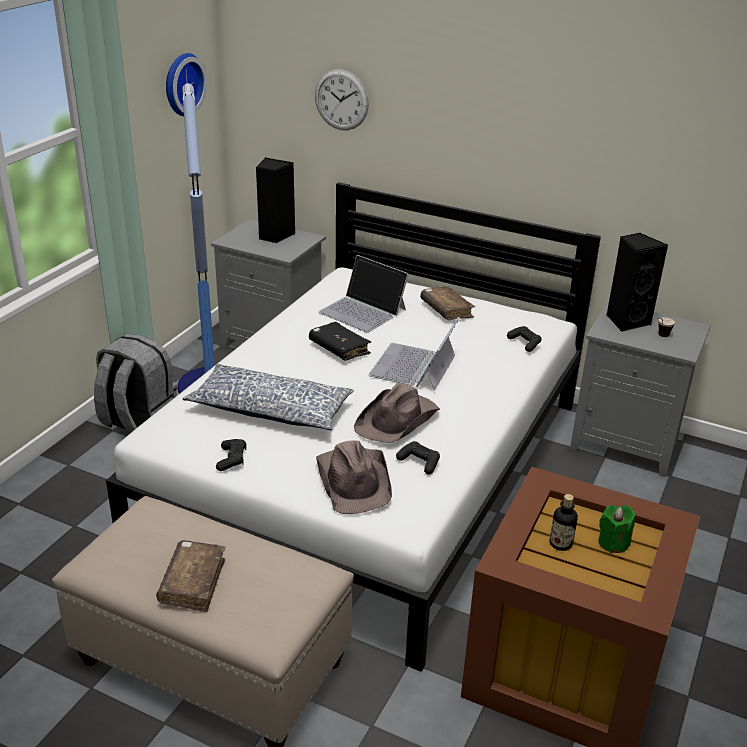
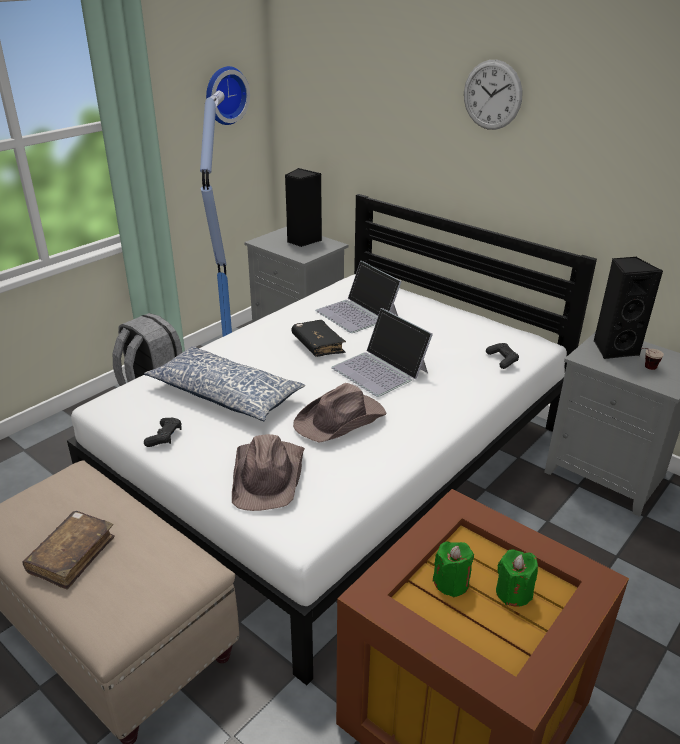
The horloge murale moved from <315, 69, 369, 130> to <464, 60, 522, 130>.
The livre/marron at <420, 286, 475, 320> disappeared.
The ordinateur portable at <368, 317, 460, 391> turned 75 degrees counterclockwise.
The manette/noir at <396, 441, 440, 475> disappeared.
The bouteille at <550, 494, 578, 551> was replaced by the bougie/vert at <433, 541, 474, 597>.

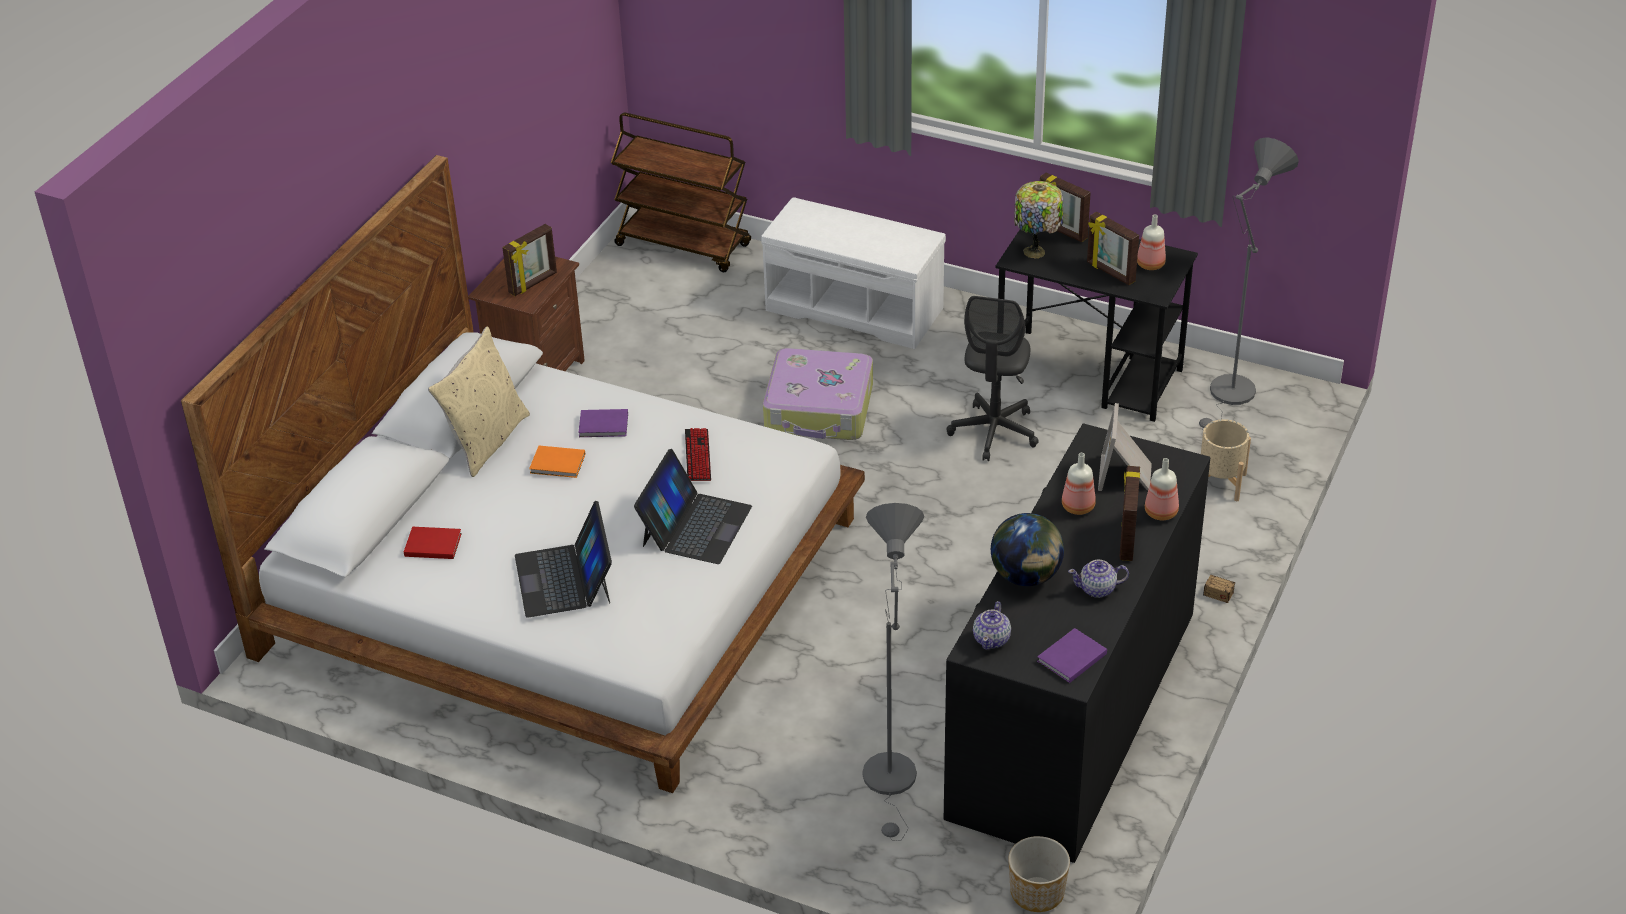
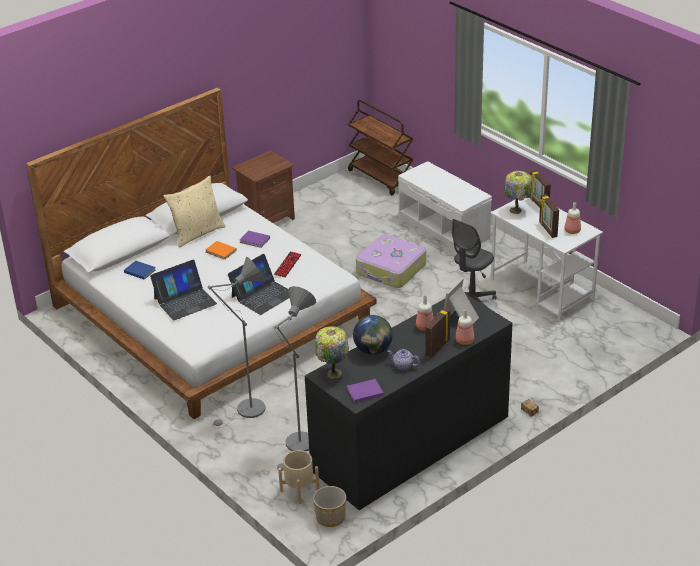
The lampadaire/gris moved from <1199, 137, 1299, 430> to <208, 257, 265, 428>.
The cadre photo at <502, 224, 557, 296> disappeared.
The bureau/noir at <995, 227, 1198, 422> became the bureau/blanc at <491, 197, 603, 321>.
The cache-pot/beige moved from <1201, 419, 1251, 501> to <278, 450, 319, 504>.
The ordinateur portable at <515, 501, 612, 618> turned 135 degrees counterclockwise.
The livre/rouge at <404, 527, 462, 559> became the livre/bleu at <124, 261, 156, 280>.
The théière at <973, 601, 1011, 650> was replaced by the lampe de table at <315, 326, 349, 379>.

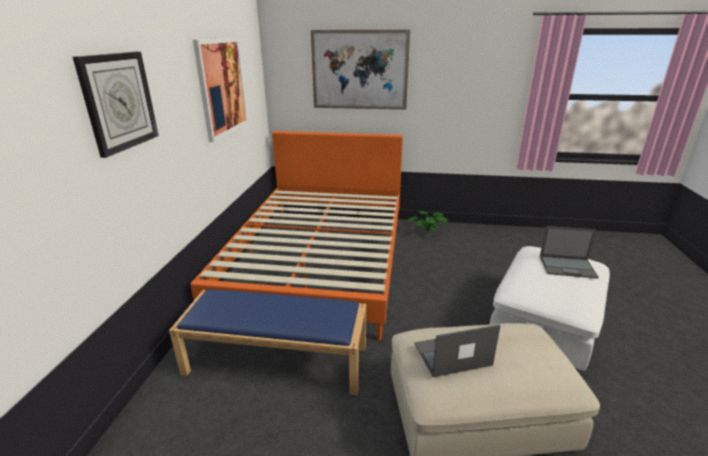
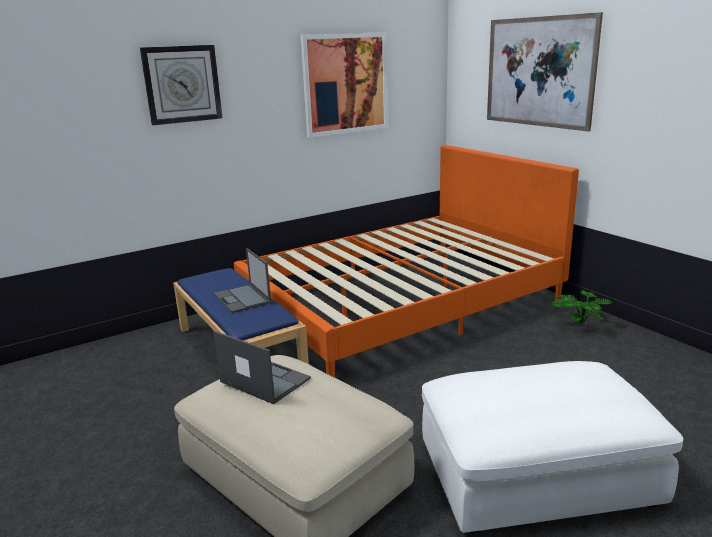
The ordinateur portable moved from <540, 226, 599, 279> to <214, 248, 271, 313>.

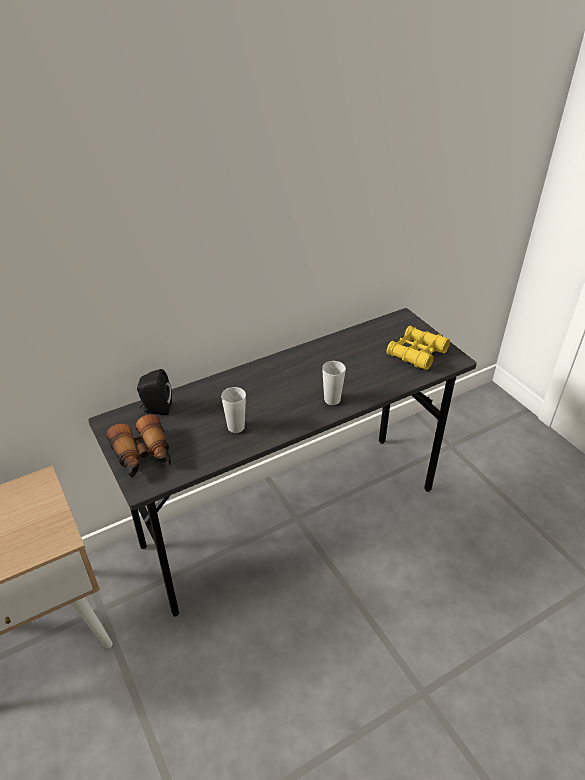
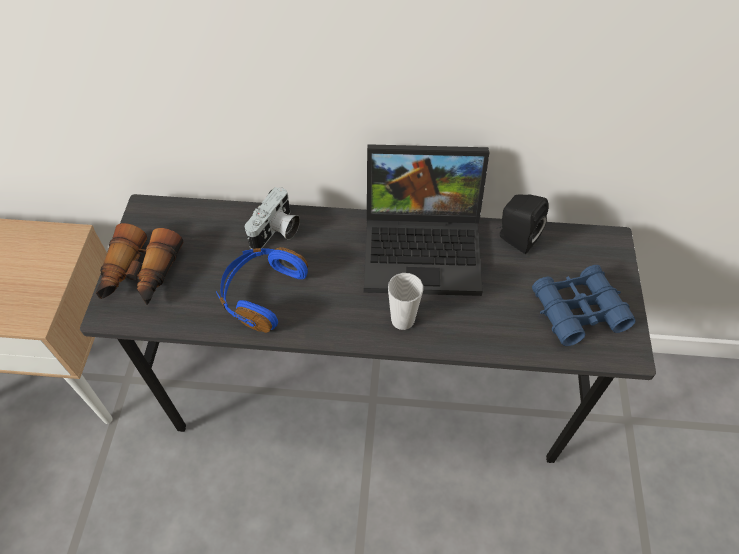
The jumelles/jaune at <386, 326, 450, 370> became the jumelles/bleu at <532, 265, 635, 346>.
The enceinte/noir moved from <137, 369, 172, 415> to <497, 194, 549, 254>.
The tasse at <221, 387, 246, 433> was replaced by the casque audio/bleu at <216, 247, 308, 333>.
The ordinateur portable at <364, 144, 490, 296> appeared.
The appareil photo at <245, 187, 300, 249> appeared.

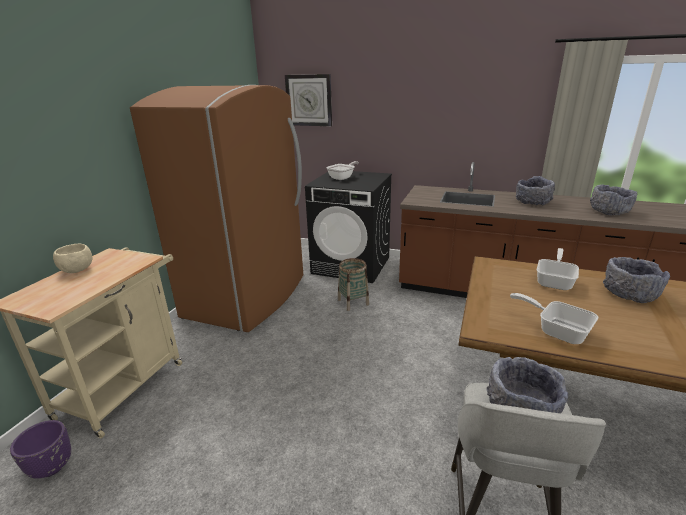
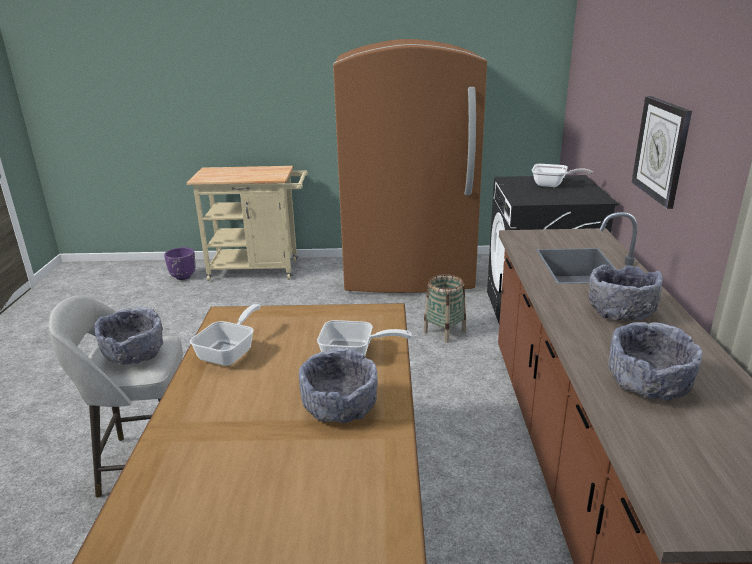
The horloge murale moved from <285, 74, 332, 126> to <632, 96, 692, 209>.
The bol/beige at <53, 244, 93, 273> disappeared.

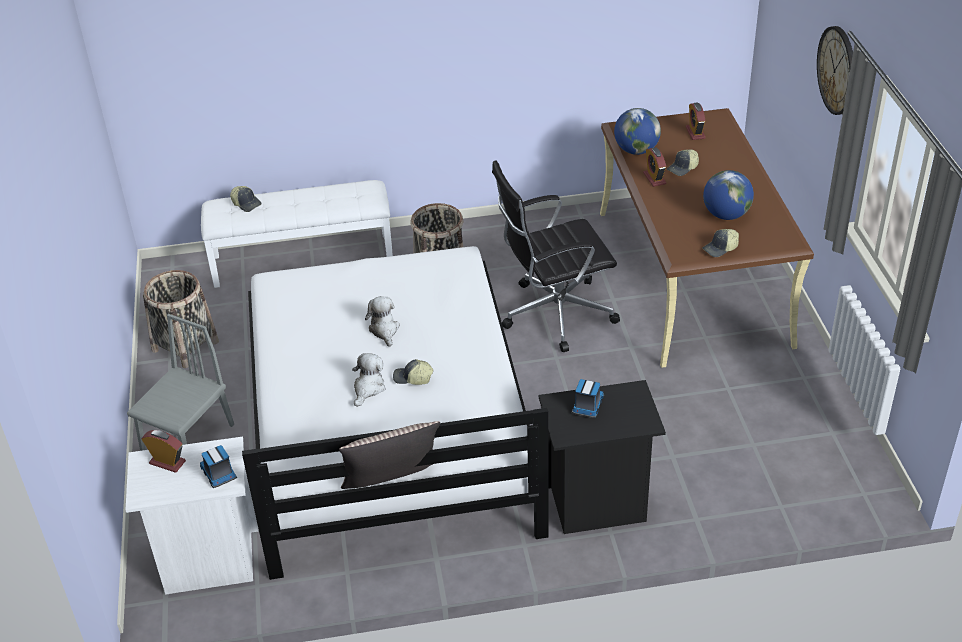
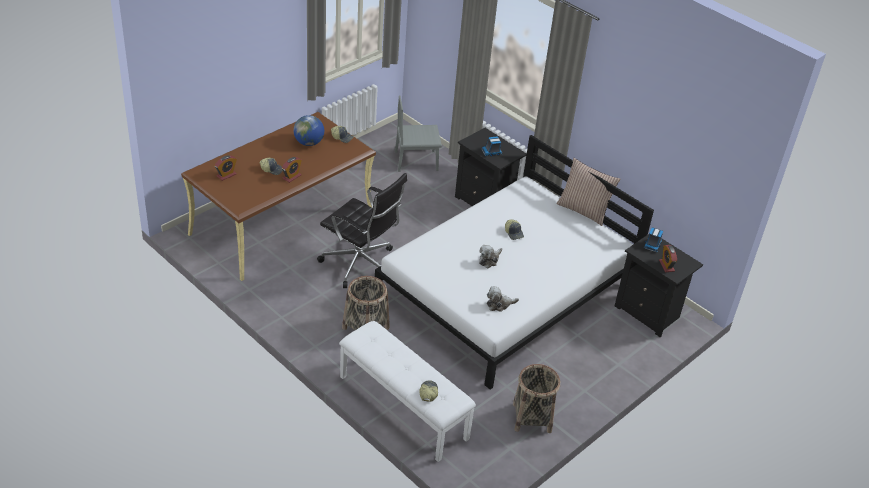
The horloge murale at <817, 26, 853, 115> disappeared.
The globe at <614, 108, 661, 155> disappeared.
The chaise/gris moved from <127, 314, 234, 451> to <395, 96, 442, 172>.
The peluche moved from <352, 353, 386, 407> to <487, 286, 519, 312>.
The table de chevet/blanc at <126, 436, 259, 595> became the table de chevet/noir at <615, 234, 703, 337>.

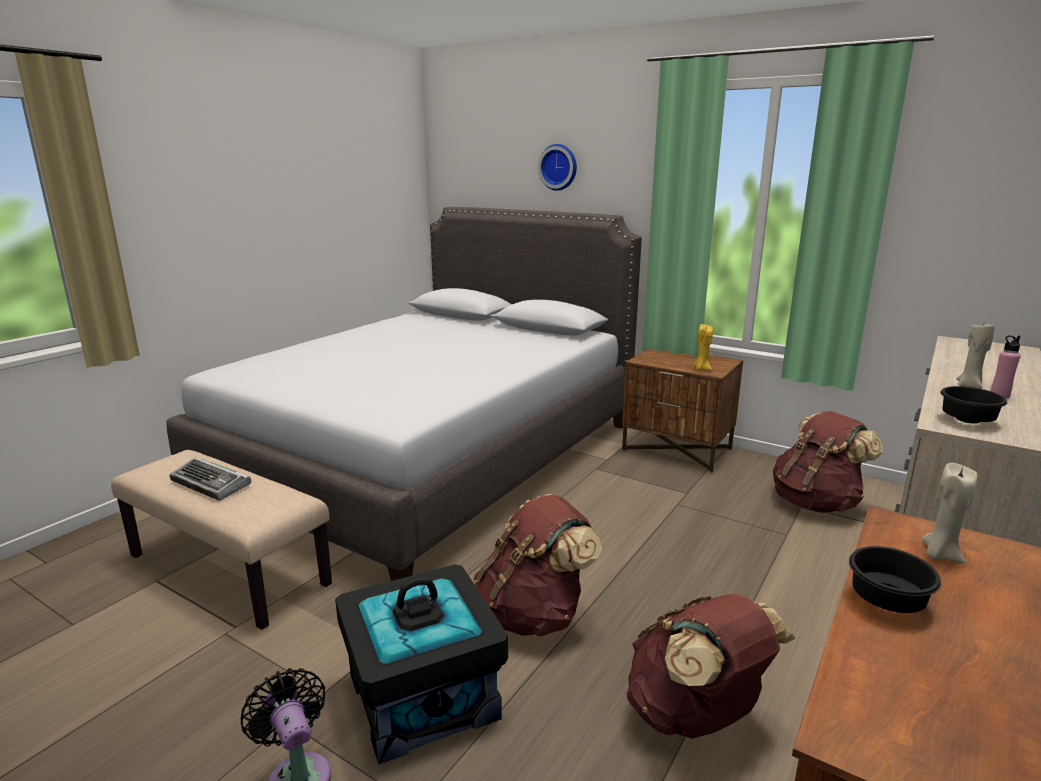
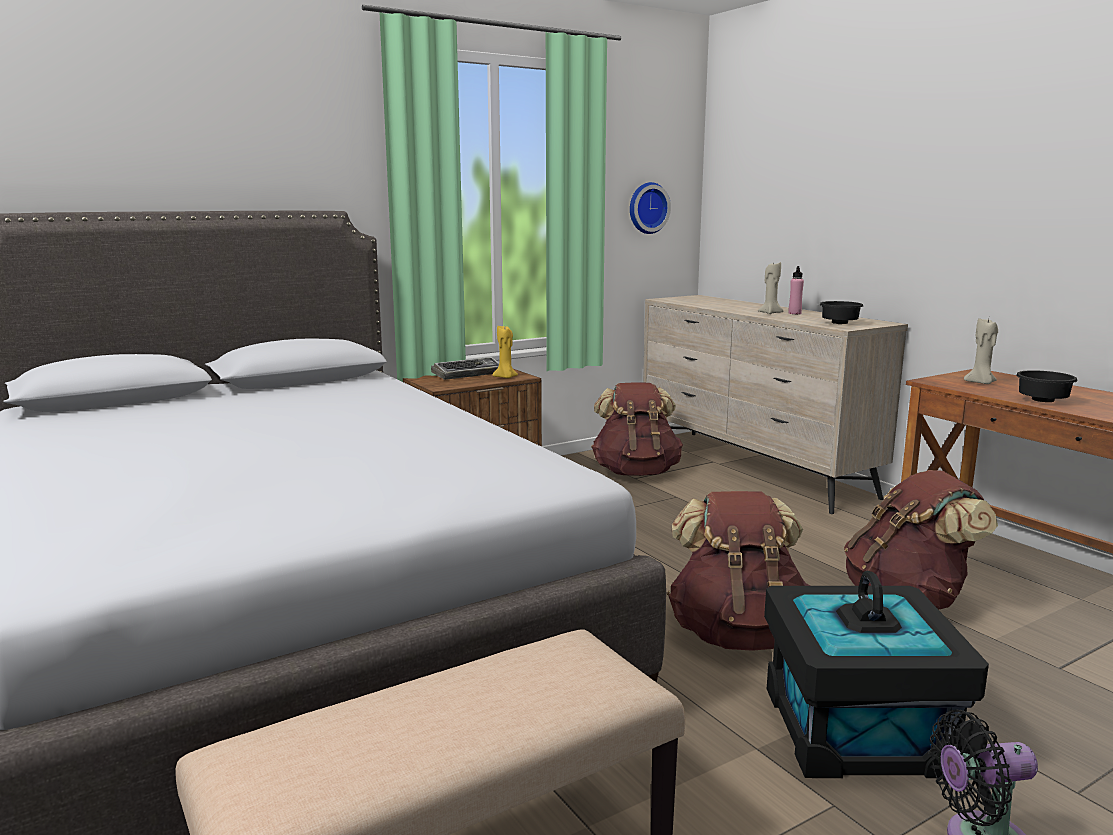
The horloge murale moved from <538, 144, 577, 191> to <630, 182, 671, 234>.
The clavier moved from <169, 457, 251, 501> to <431, 357, 499, 380>.

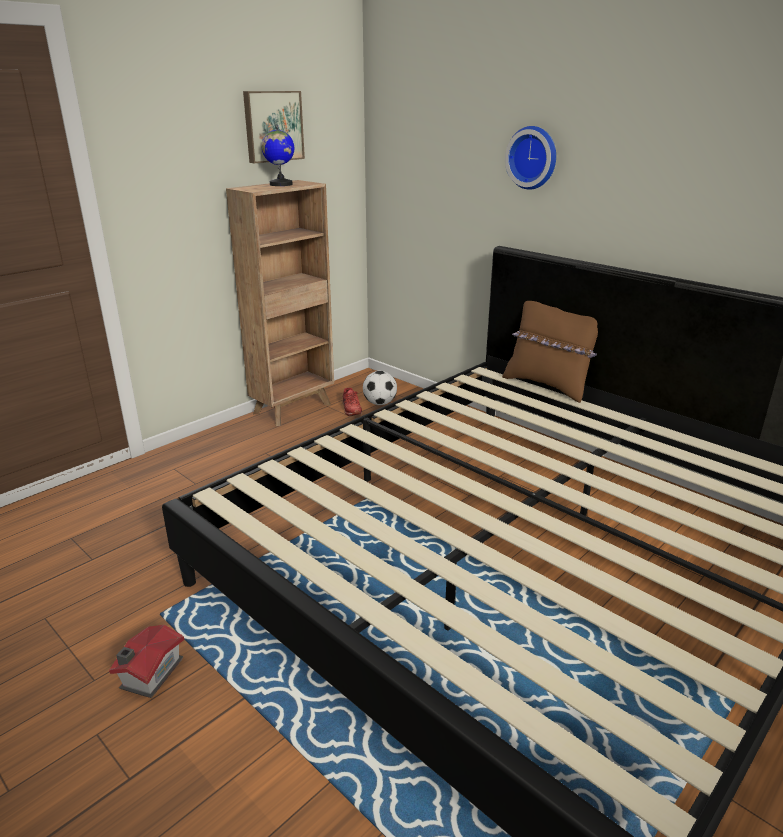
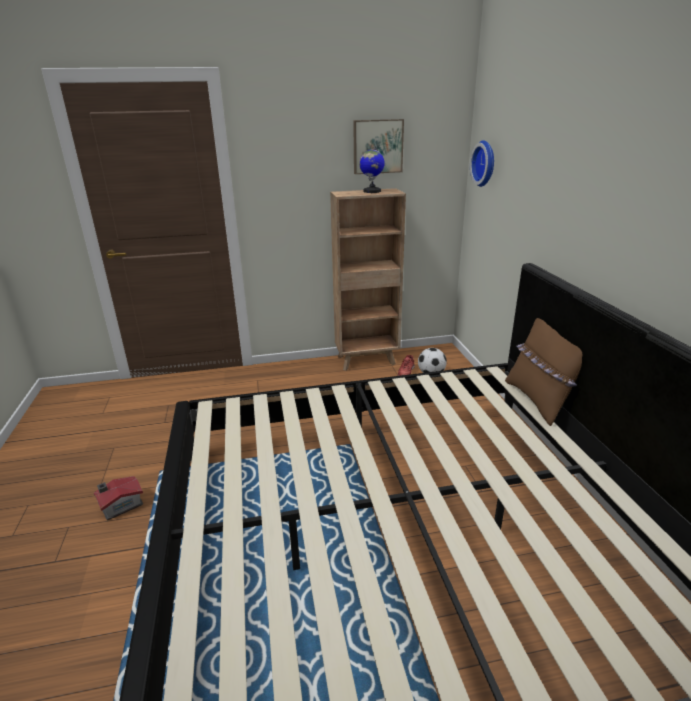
The horloge murale moved from <505, 126, 556, 190> to <470, 140, 494, 187>.

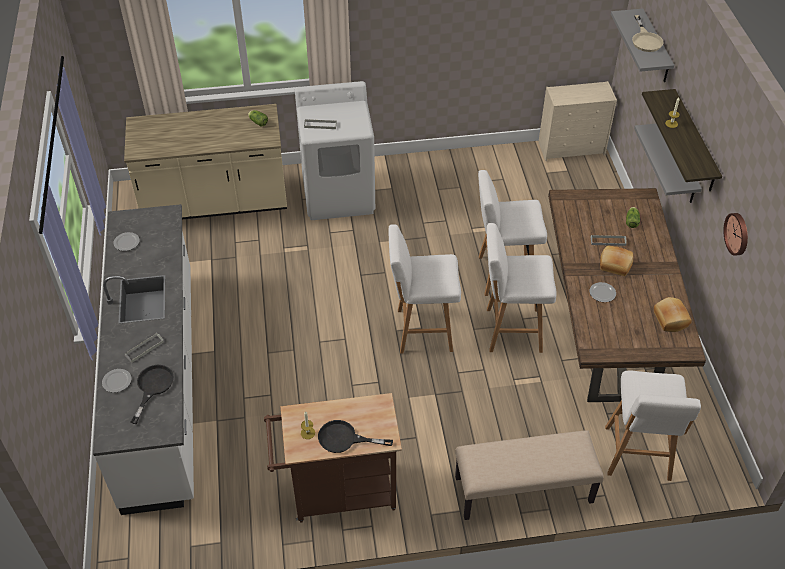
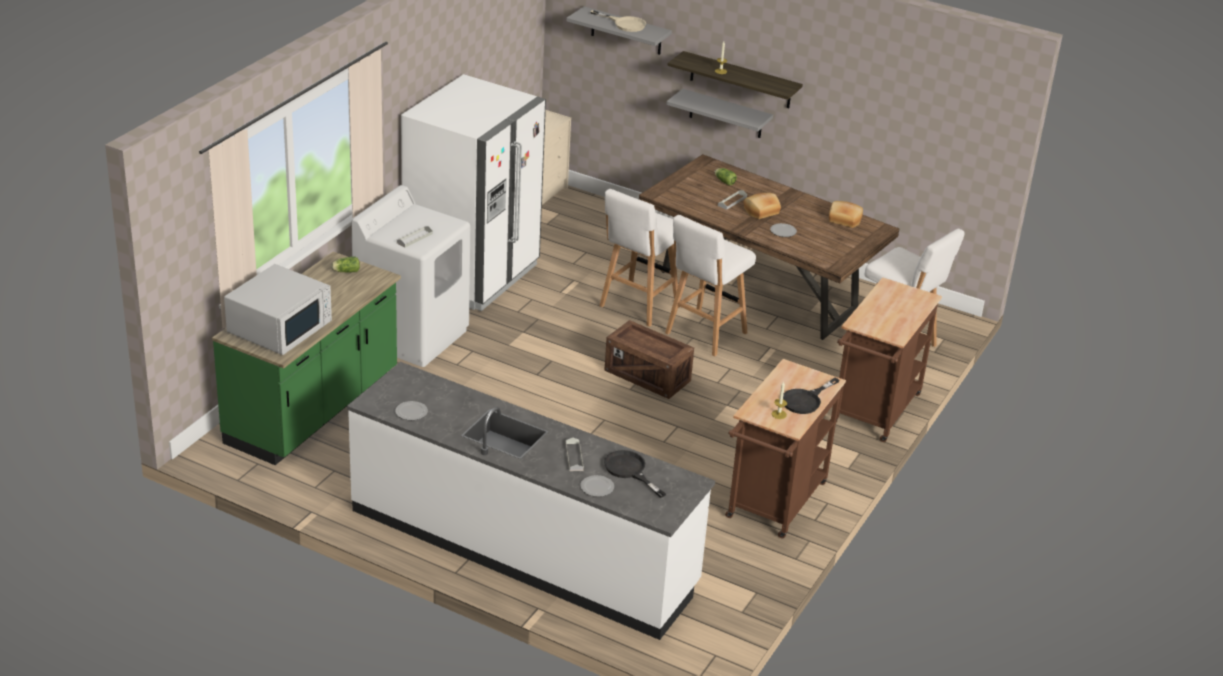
The comptoir de cuisine/beige at <124, 104, 287, 219> became the comptoir de cuisine/vert at <212, 251, 401, 465>.
The horloge murale at <723, 213, 748, 256> disappeared.
The tabouret/blanc at <389, 224, 461, 354> was replaced by the caisse at <604, 320, 694, 399>.
The banc/beige at <455, 430, 604, 520> was replaced by the chariot/marron at <830, 277, 942, 442>.
The réfrigérateur/blanc at <401, 74, 546, 311> appeared.
The micro-ondes/blanc at <224, 264, 332, 355> appeared.

